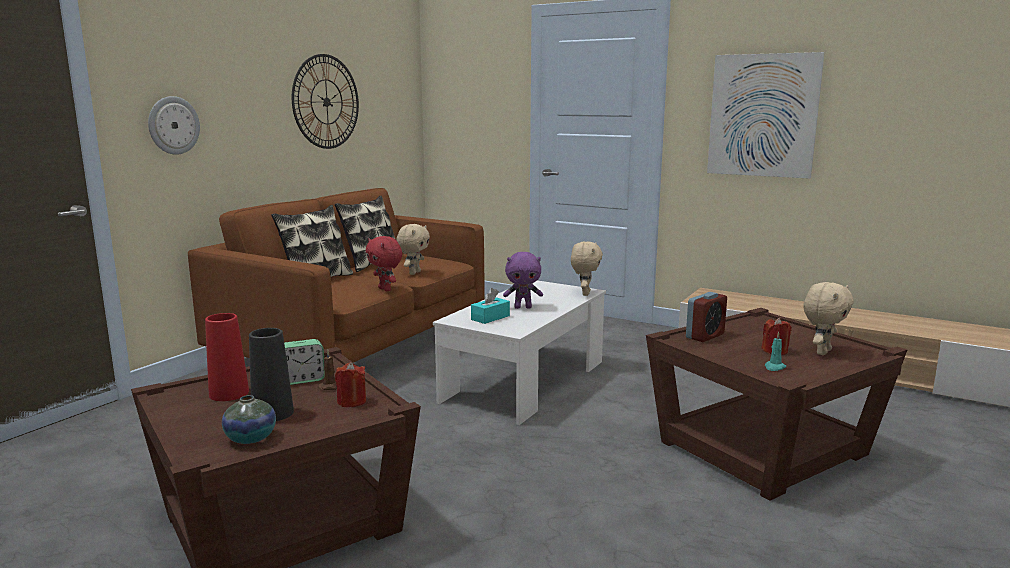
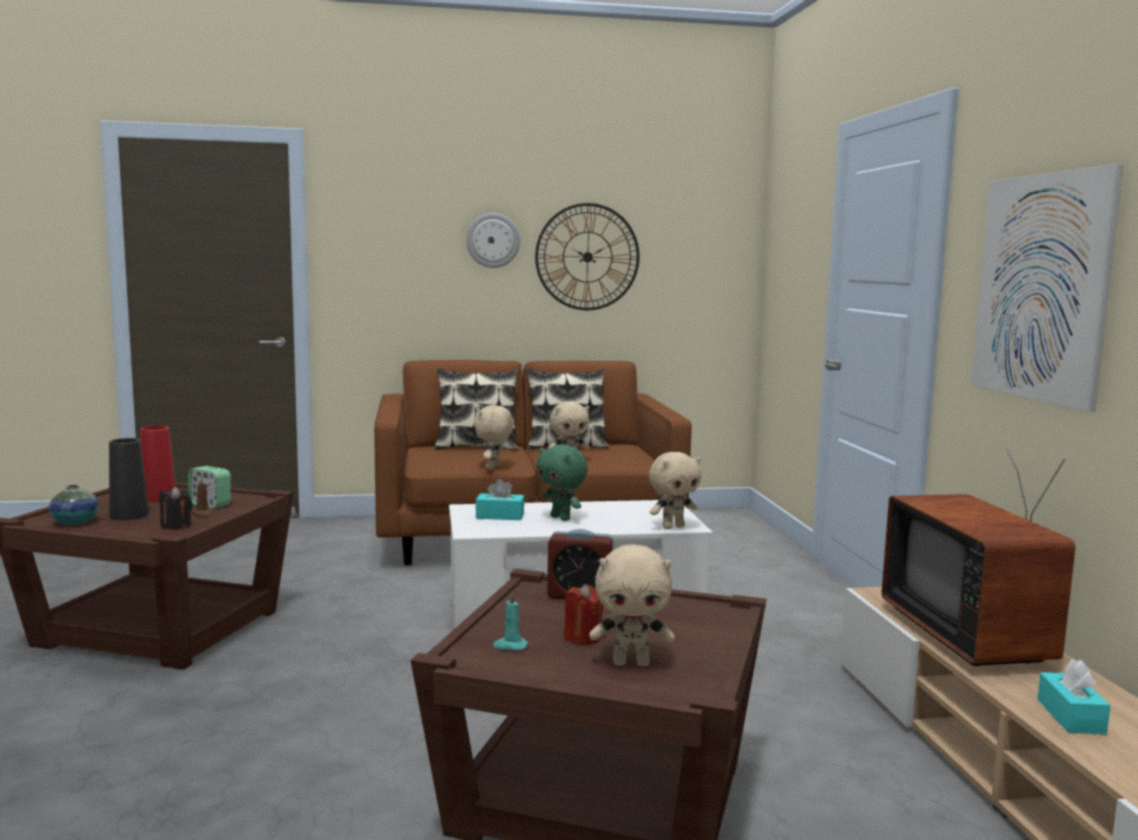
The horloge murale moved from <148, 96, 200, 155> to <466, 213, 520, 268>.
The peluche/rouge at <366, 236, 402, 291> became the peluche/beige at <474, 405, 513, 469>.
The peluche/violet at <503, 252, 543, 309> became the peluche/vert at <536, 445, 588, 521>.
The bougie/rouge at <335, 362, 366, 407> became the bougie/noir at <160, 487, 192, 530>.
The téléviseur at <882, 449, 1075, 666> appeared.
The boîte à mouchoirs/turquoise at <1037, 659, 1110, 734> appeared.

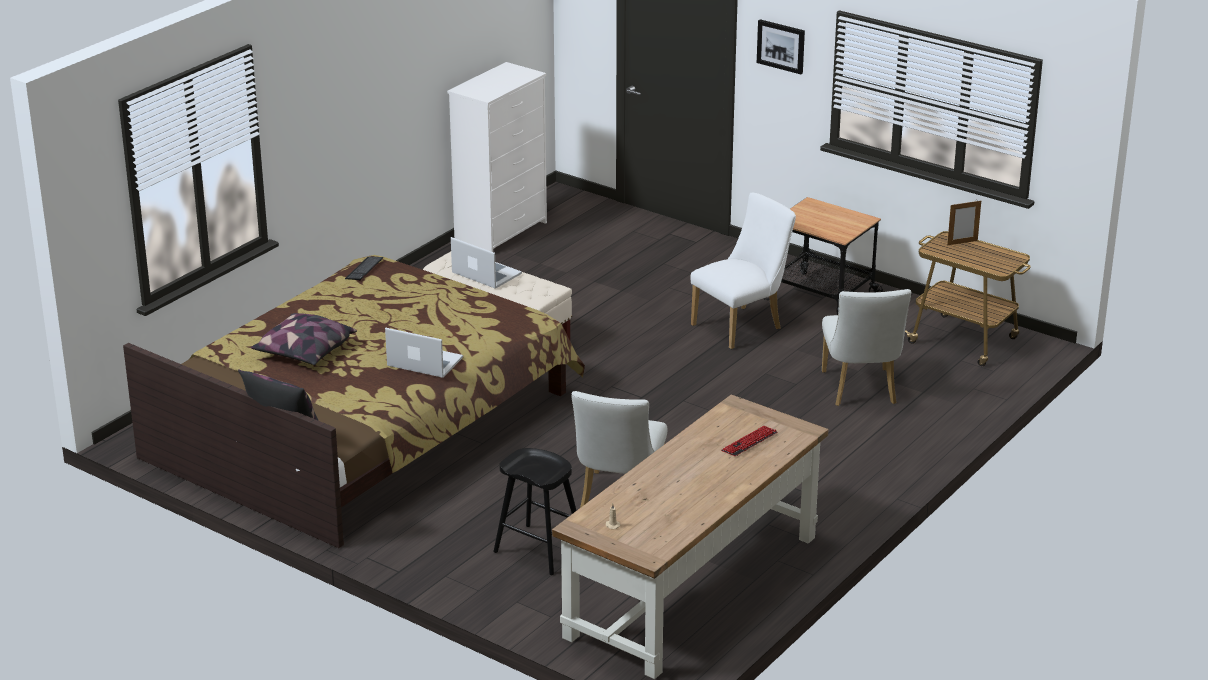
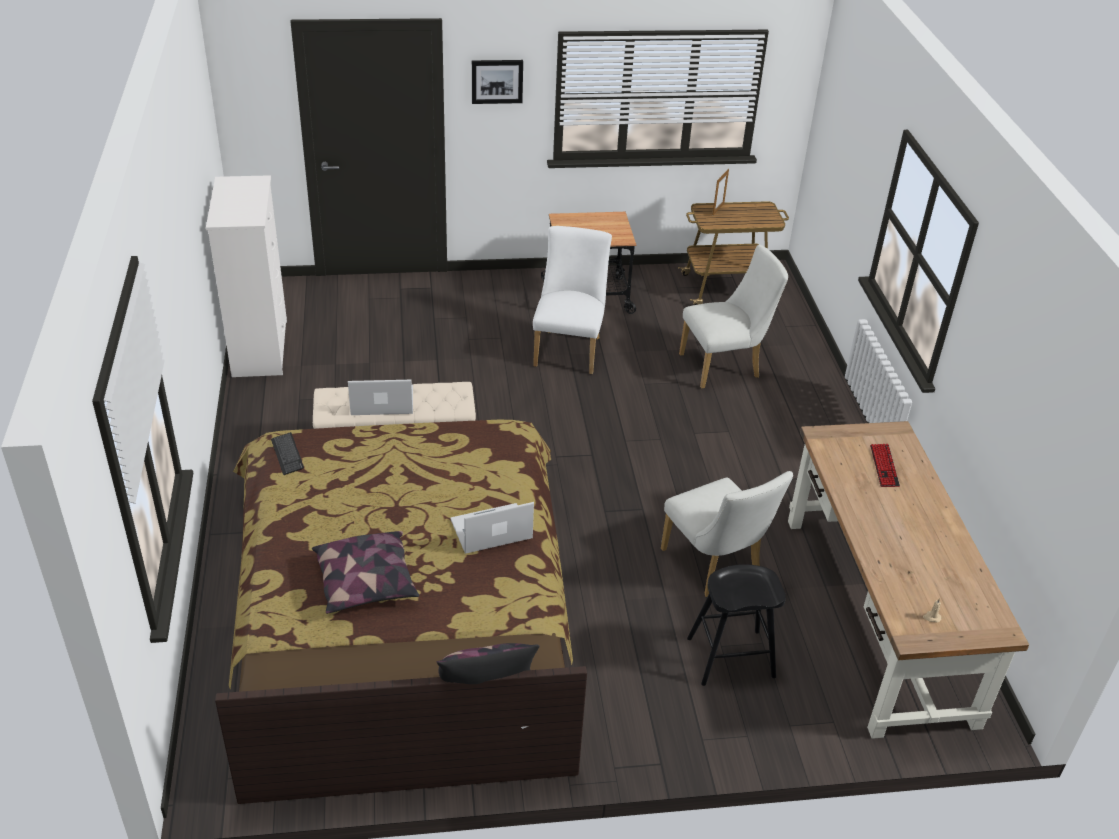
The chaise/blanc at <822, 289, 911, 406> turned 60 degrees counterclockwise.

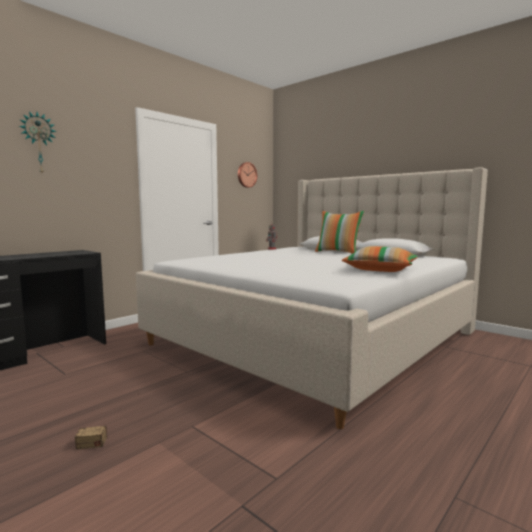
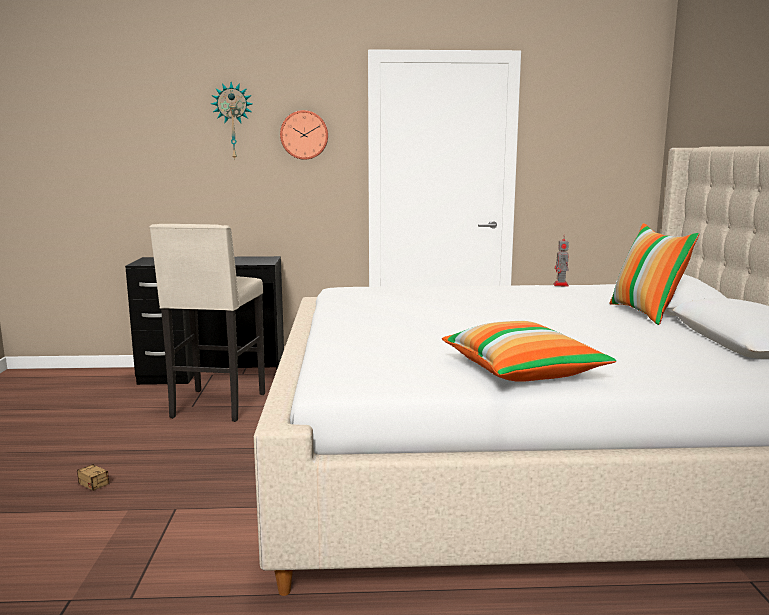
The horloge murale moved from <238, 162, 257, 188> to <280, 110, 328, 160>.
The tabouret/beige at <150, 224, 265, 422> appeared.

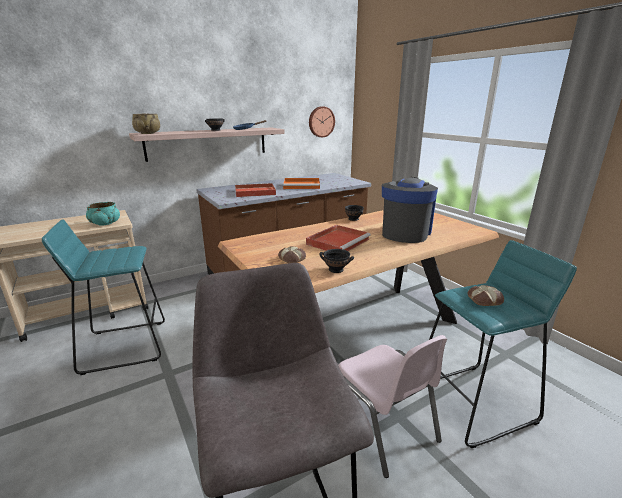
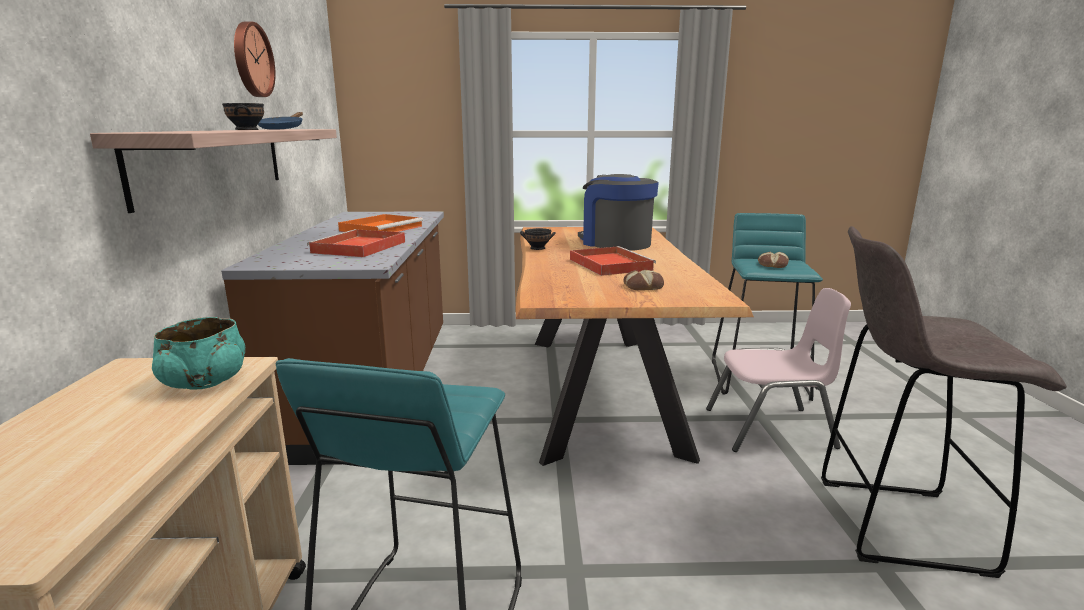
The horloge murale moved from <309, 107, 335, 137> to <234, 22, 275, 97>.
The bol/beige at <132, 114, 160, 134> disappeared.
The bol/noir at <320, 249, 354, 273> disappeared.

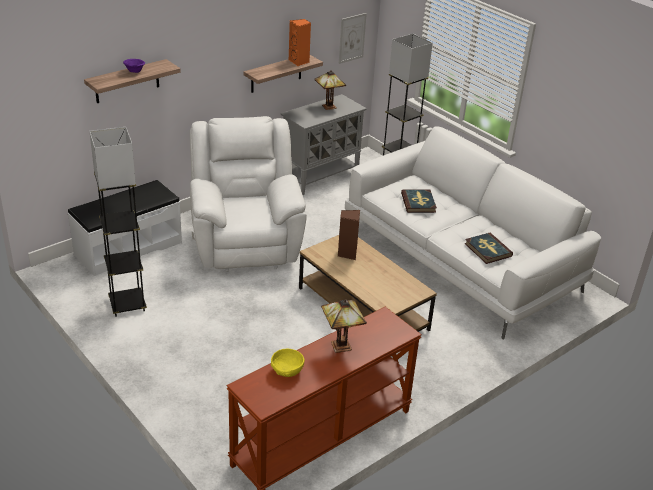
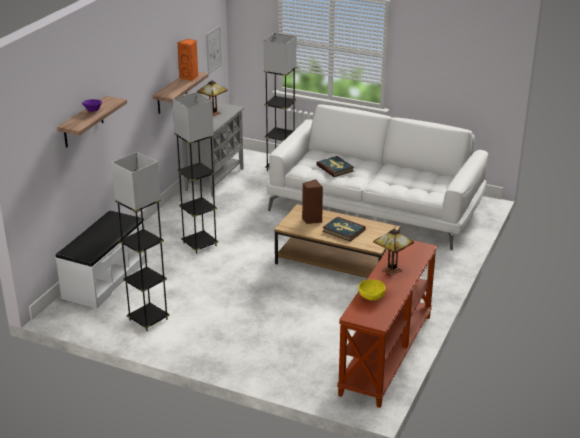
The fauteuil/blanc at <190, 116, 307, 272> was replaced by the lampadaire/gris at <172, 92, 218, 254>.
The livre moved from <465, 233, 513, 264> to <322, 217, 366, 242>.

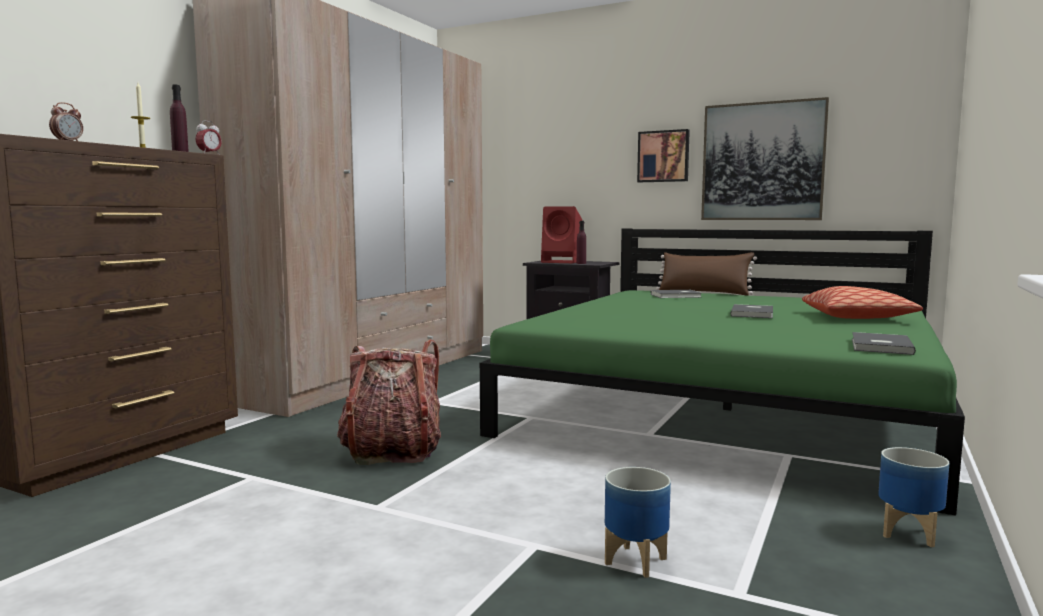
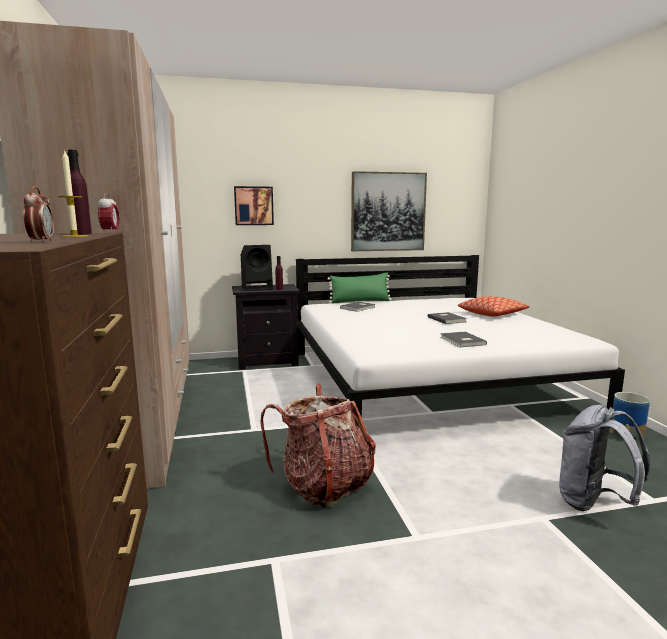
The tableau moved from <637, 129, 690, 182> to <234, 186, 274, 225>.
The enceinte/rouge at <541, 206, 582, 263> became the enceinte/noir at <241, 245, 273, 291>.
The lit/vert at <480, 228, 965, 516> became the lit/blanc at <296, 255, 625, 417>.
The coussin/marron at <656, 252, 757, 296> became the coussin/vert at <328, 272, 391, 304>.
The livre/gris moved from <852, 332, 916, 355> to <440, 332, 487, 347>.
The cache-pot at <605, 467, 671, 578> was replaced by the sac à dos/gris at <559, 405, 650, 511>.

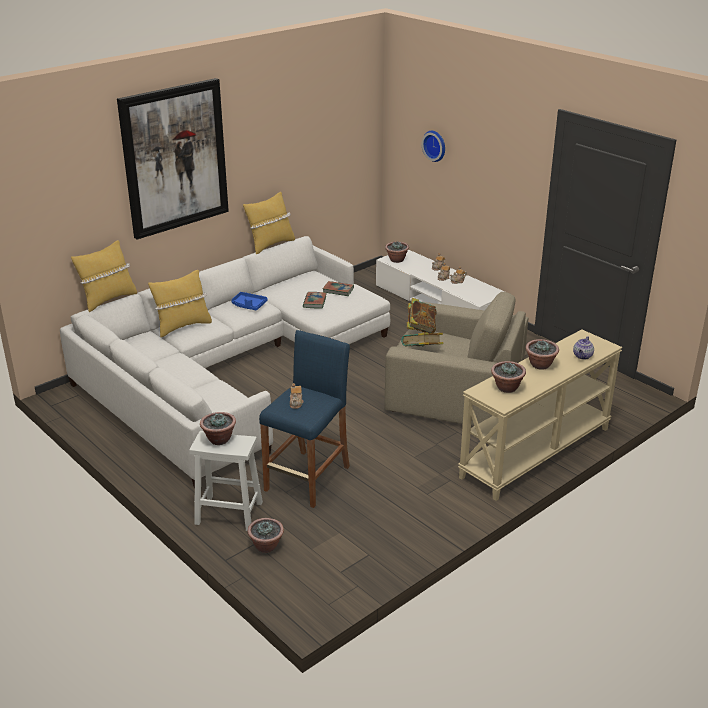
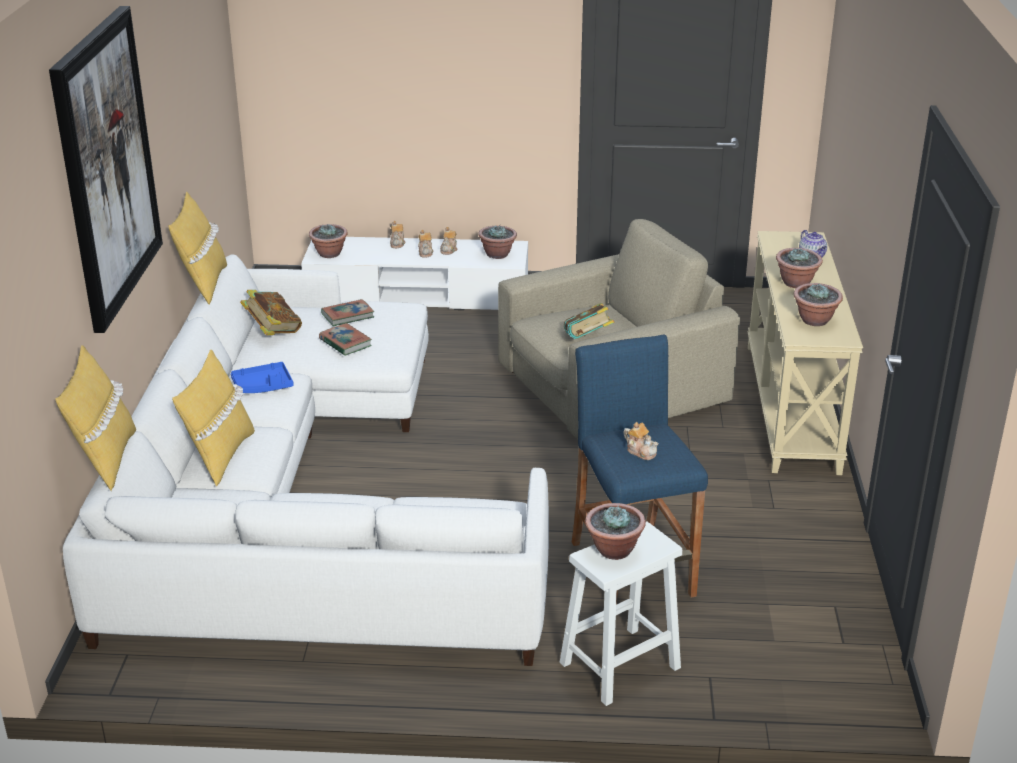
The horloge murale at <422, 131, 445, 162> disappeared.
The livre moved from <407, 298, 436, 333> to <240, 290, 302, 335>.
The plante en pot moved from <248, 518, 284, 553> to <478, 225, 517, 259>.

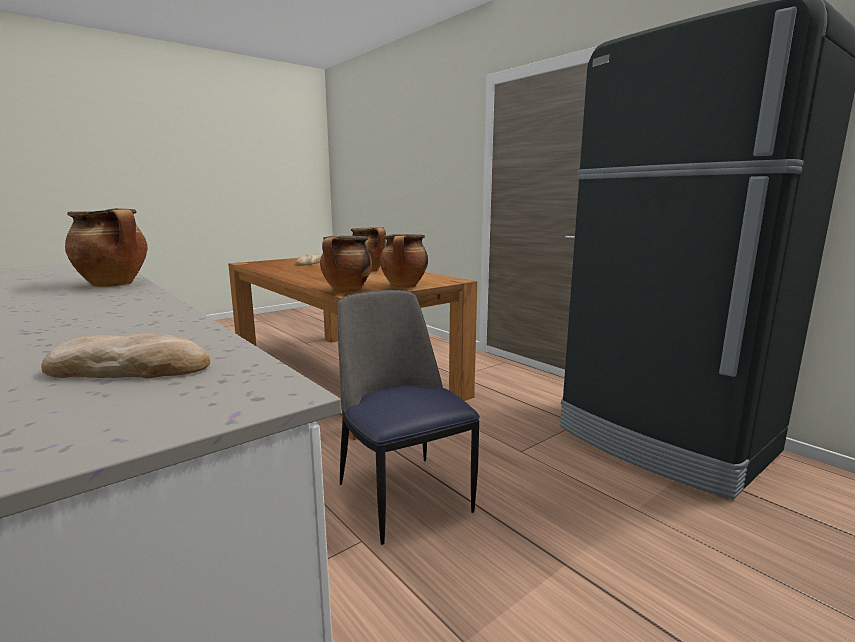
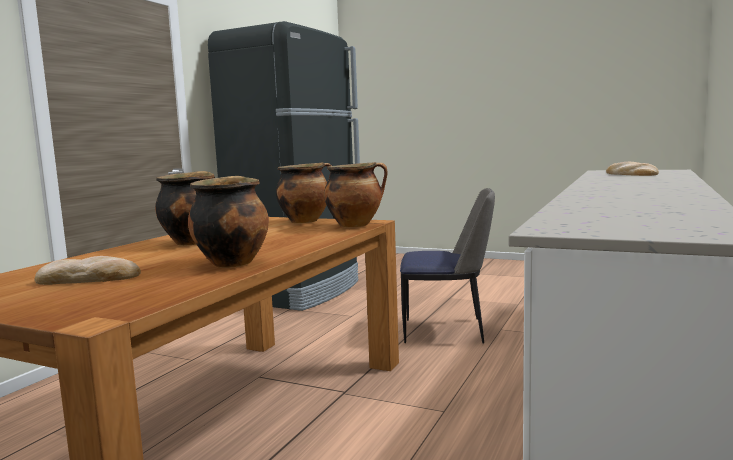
The marmite moved from <65, 208, 147, 287> to <188, 176, 269, 268>.
The chaise at <337, 290, 480, 545> turned 120 degrees counterclockwise.

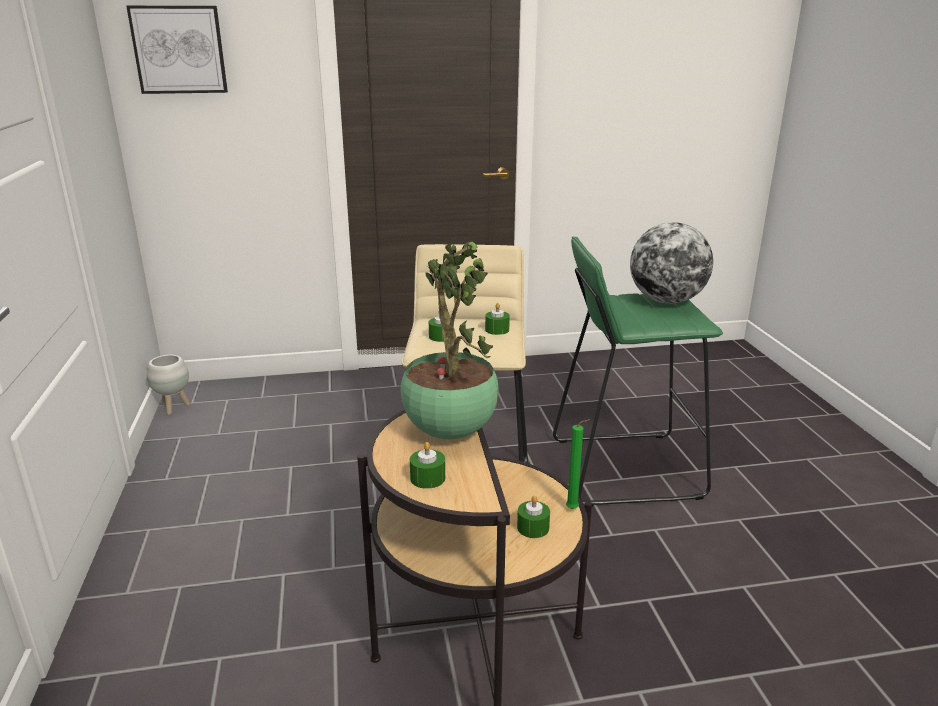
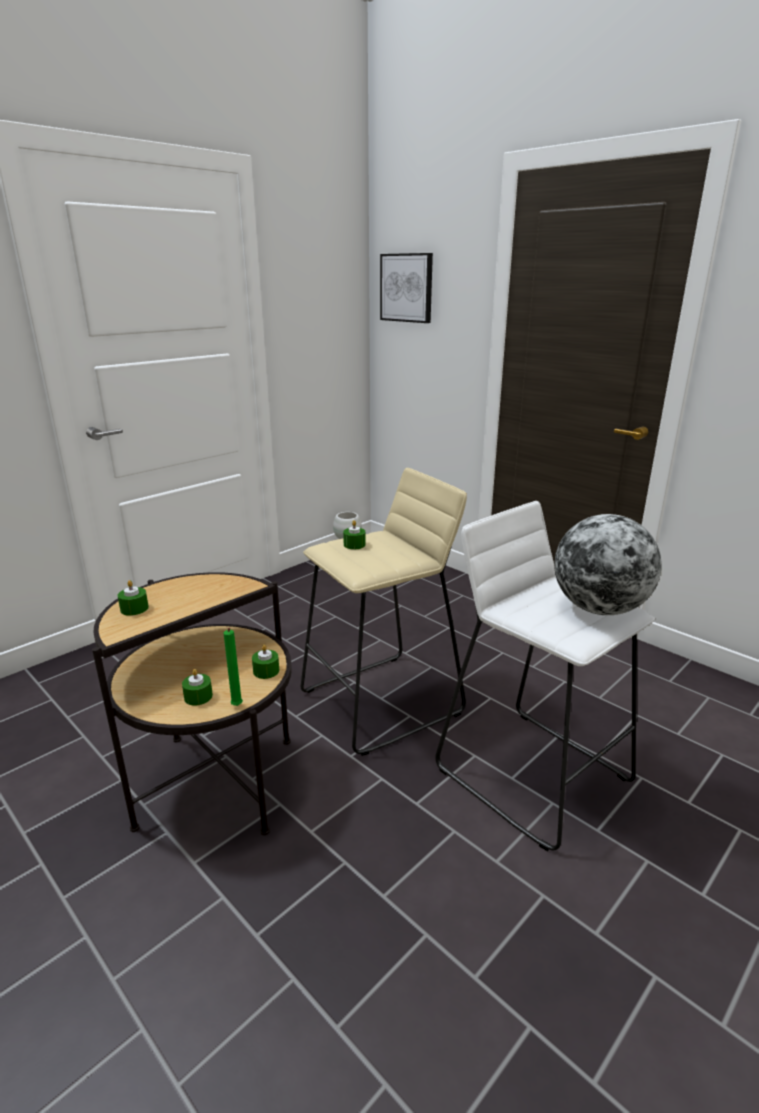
The tabouret/vert at <553, 236, 723, 507> became the tabouret/blanc at <435, 501, 655, 851>.
The plante en pot at <400, 242, 498, 439> disappeared.
The bougie/vert moved from <485, 303, 510, 335> to <252, 644, 279, 679>.

